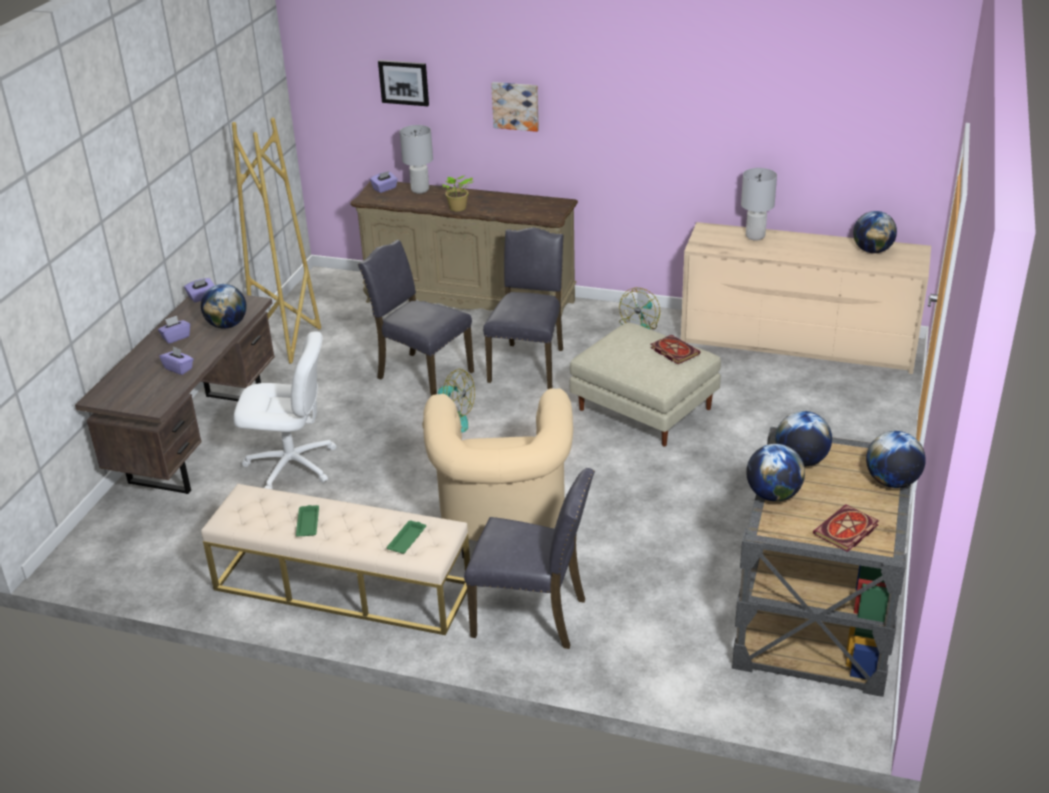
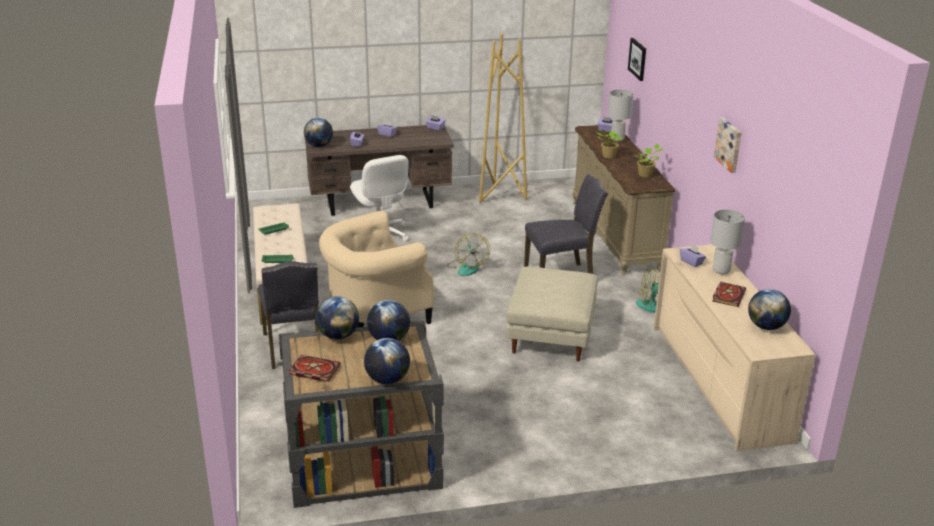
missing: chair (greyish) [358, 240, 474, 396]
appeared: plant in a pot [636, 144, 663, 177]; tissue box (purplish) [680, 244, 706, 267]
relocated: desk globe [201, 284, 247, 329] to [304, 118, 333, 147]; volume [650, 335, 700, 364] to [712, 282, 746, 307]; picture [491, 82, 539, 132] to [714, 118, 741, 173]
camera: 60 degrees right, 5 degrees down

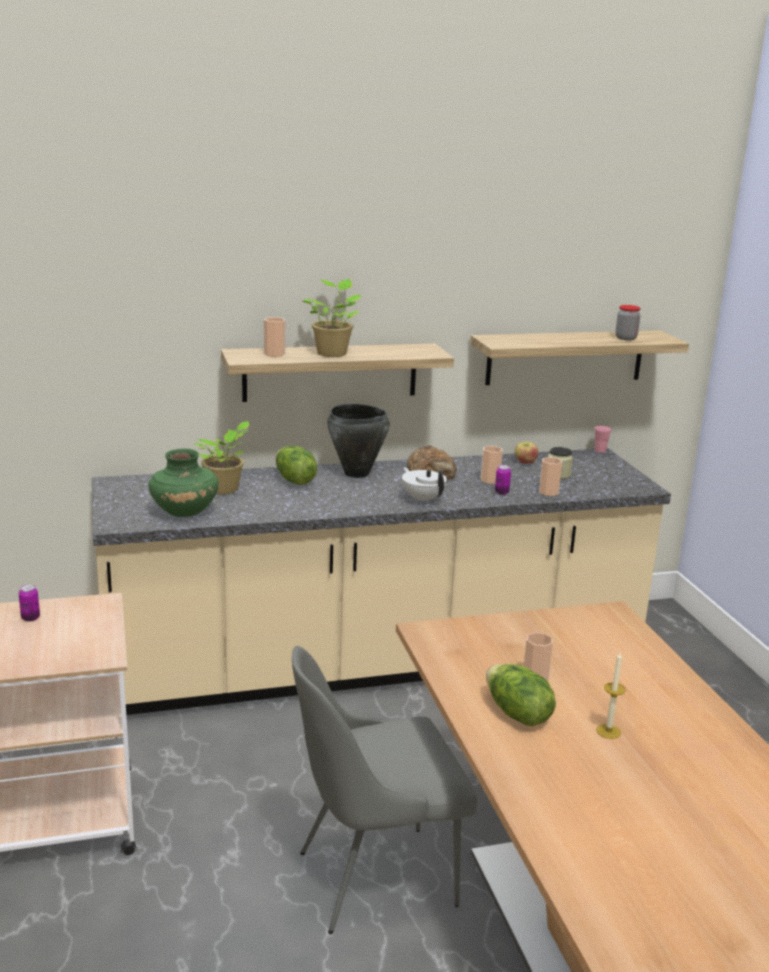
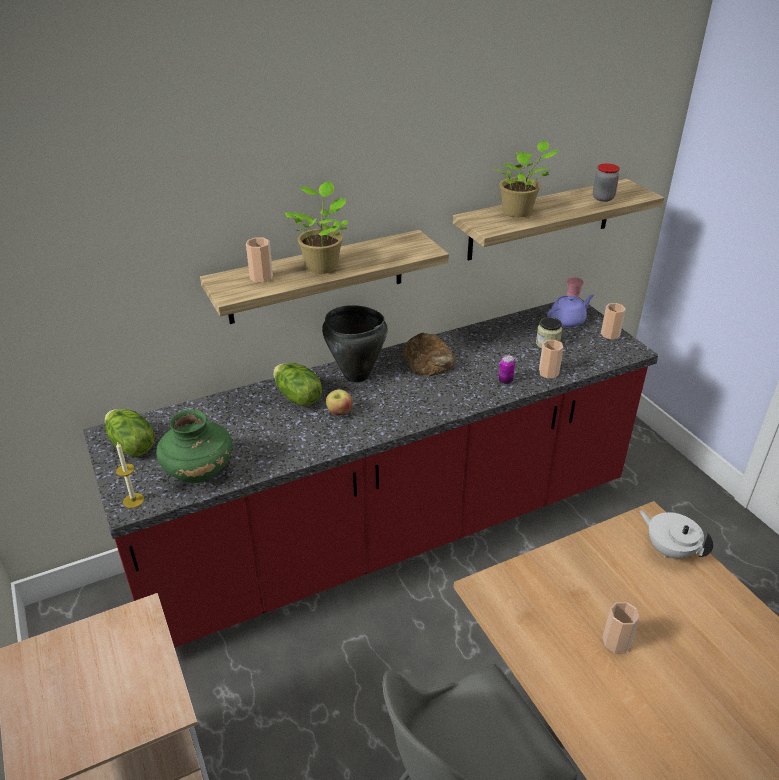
missing: sealed can [18, 584, 40, 621]
appeared: teapot (purplish) [547, 294, 594, 327]
relocated: lettuce [486, 664, 556, 726] to [105, 409, 155, 457]; wax light [596, 652, 626, 739] to [116, 442, 144, 508]; whole apple [515, 441, 538, 464] to [326, 389, 353, 415]; plant in a pot [193, 421, 249, 495] to [493, 141, 559, 217]; cup [481, 446, 503, 484] to [601, 303, 626, 339]; teapot (white-coloured) [402, 467, 447, 503] to [639, 510, 713, 559]
colour: kitchen base unit (beige) [92, 448, 671, 715] to kitchen base unit (red-coloured) [83, 298, 659, 648]
camera: 10 degrees left, 15 degrees up

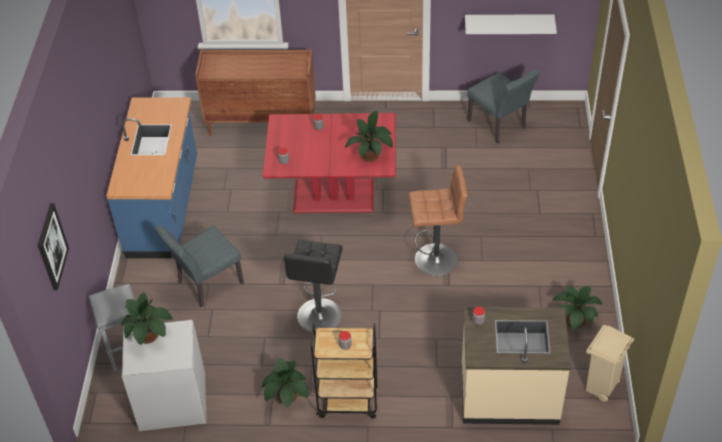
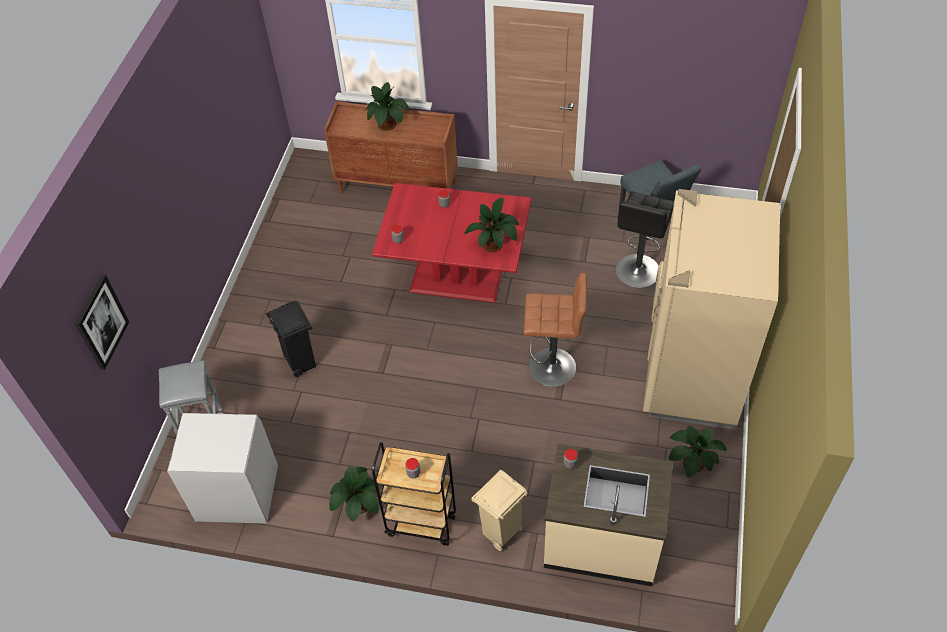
missing: kitchen base unit (bluish) [107, 97, 197, 258]; shelf (white-coloured) [465, 14, 557, 34]
appeared: refrigerator (beige) [643, 189, 780, 429]
relocated: plant in a pot [121, 293, 173, 345] to [366, 82, 410, 131]; trash can (beige) [586, 325, 634, 402] to [471, 470, 528, 551]; stool seat (black) [284, 240, 343, 333] to [616, 191, 674, 288]
exchanged: chair (greyish) [155, 225, 244, 308] to trash can (black) [266, 301, 316, 377]
camera: 10 degrees right, 5 degrees up

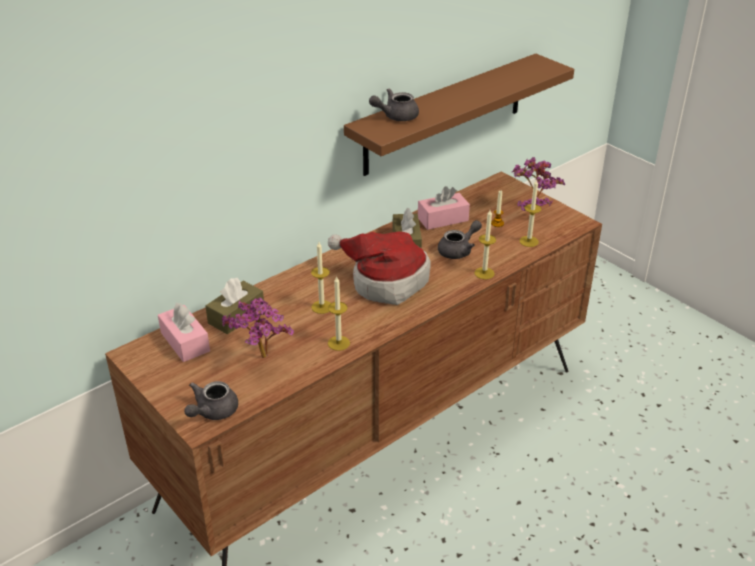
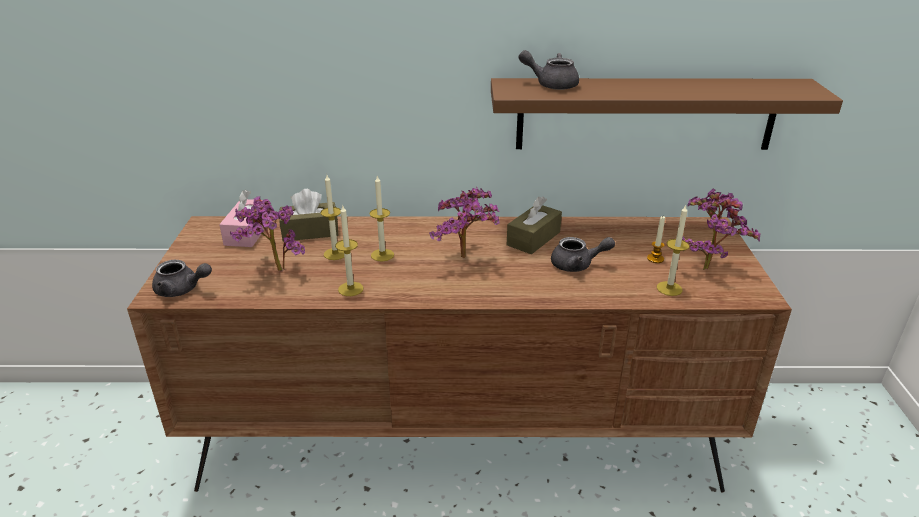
missing: tissue box (pinkish) [418, 186, 470, 230]
relocated: wax light [474, 210, 496, 279] to [321, 175, 344, 260]
exchanged: hat [328, 232, 431, 305] to plant in a pot [429, 187, 500, 258]
spun: teapot (greyish) [184, 381, 238, 420] = [152, 260, 212, 297] 150 degrees counterclockwise
camera: 40 degrees right, 5 degrees down

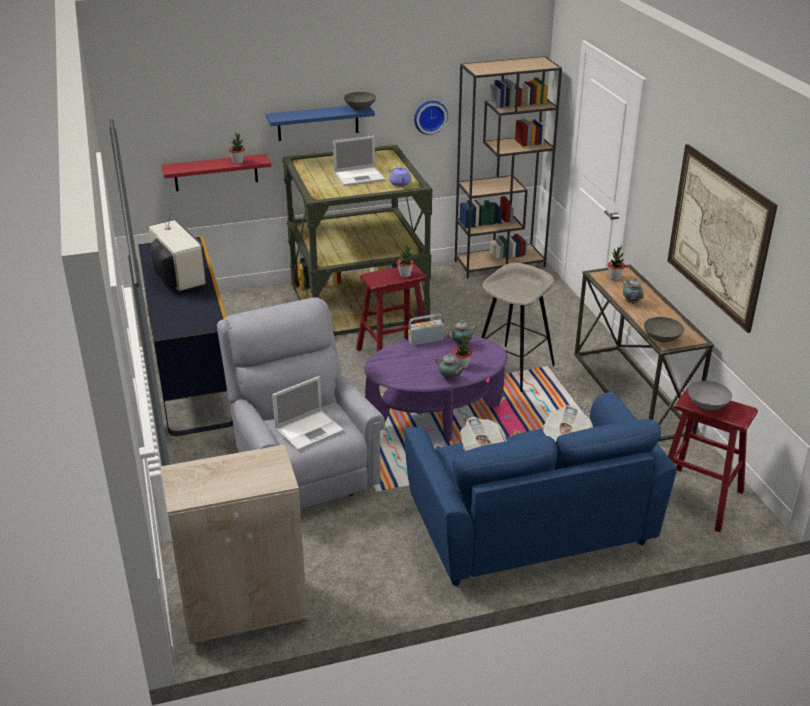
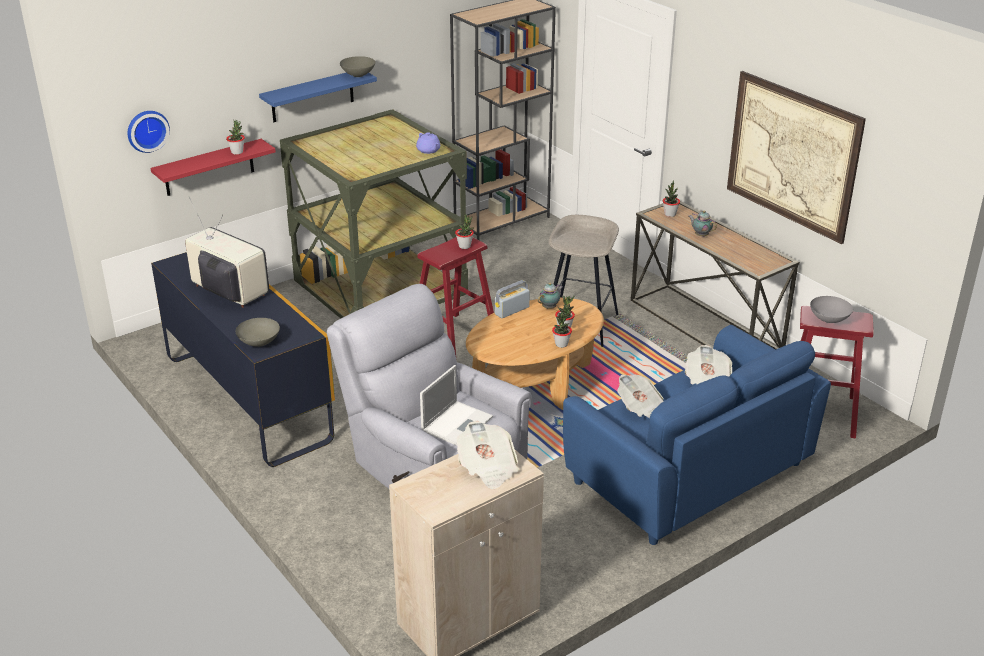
missing: portable computer [333, 136, 385, 186]
appeared: newspaper [456, 421, 519, 489]
relocated: hanging clock [414, 101, 448, 135] to [128, 111, 170, 153]; bowl (greyish) [644, 317, 684, 343] to [236, 318, 280, 347]
exchanged: teapot [436, 354, 465, 380] to plant in a pot [552, 312, 572, 348]
colour: low table (purplish) [364, 334, 508, 441] to low table (brown-coloured) [466, 298, 604, 410]
camera: 20 degrees left, 0 degrees up

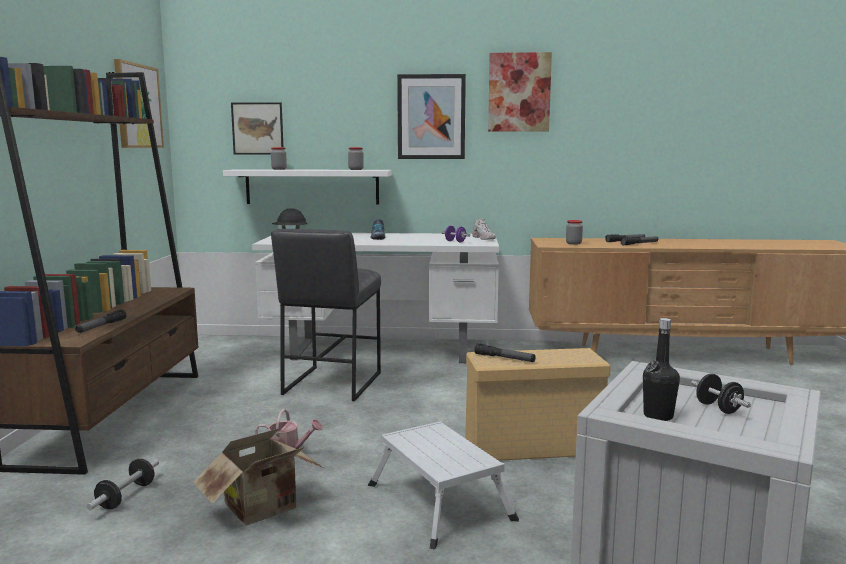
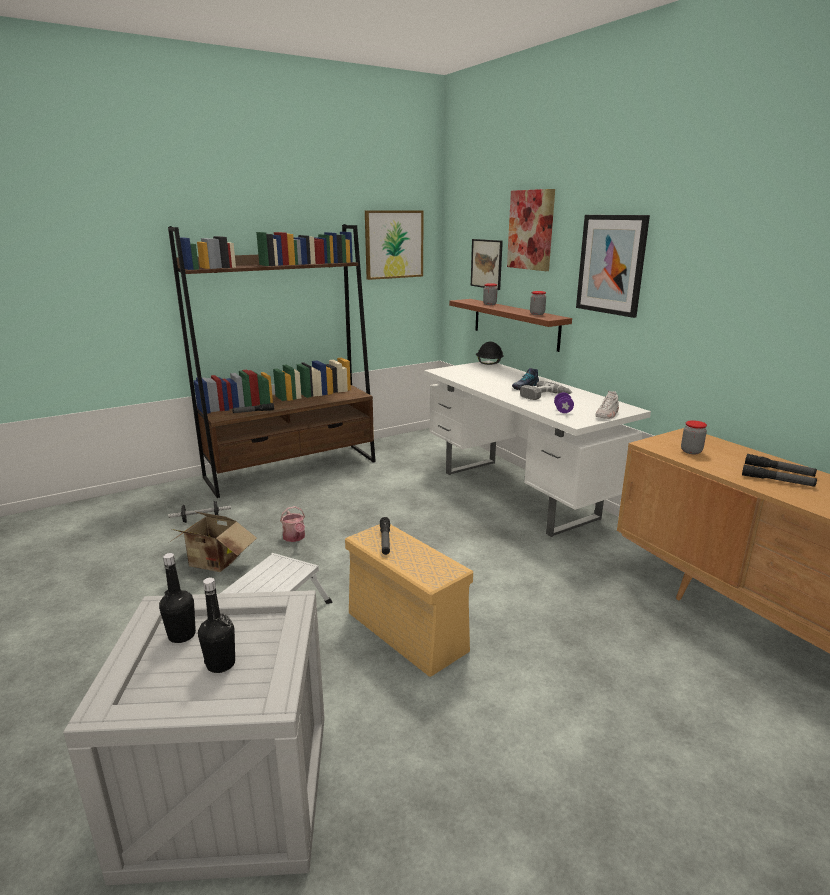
missing: stool seat (greyish) [271, 229, 381, 401]
appeared: drill [520, 381, 572, 400]
relocated: picture [488, 52, 552, 132] to [507, 189, 555, 271]
exchanged: dumbbell (black) [691, 374, 751, 414] to drink bottle (black) [198, 577, 235, 673]
colour: shelf (white-coloured) [223, 169, 392, 205] to shelf (brown-coloured) [449, 299, 572, 352]
camera: 55 degrees right, 10 degrees up

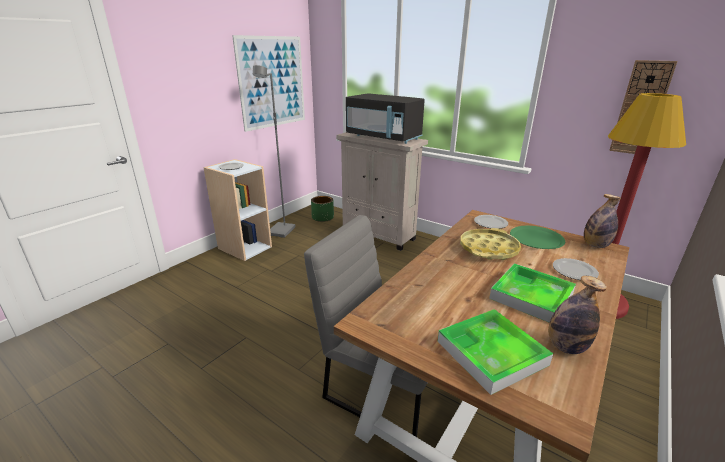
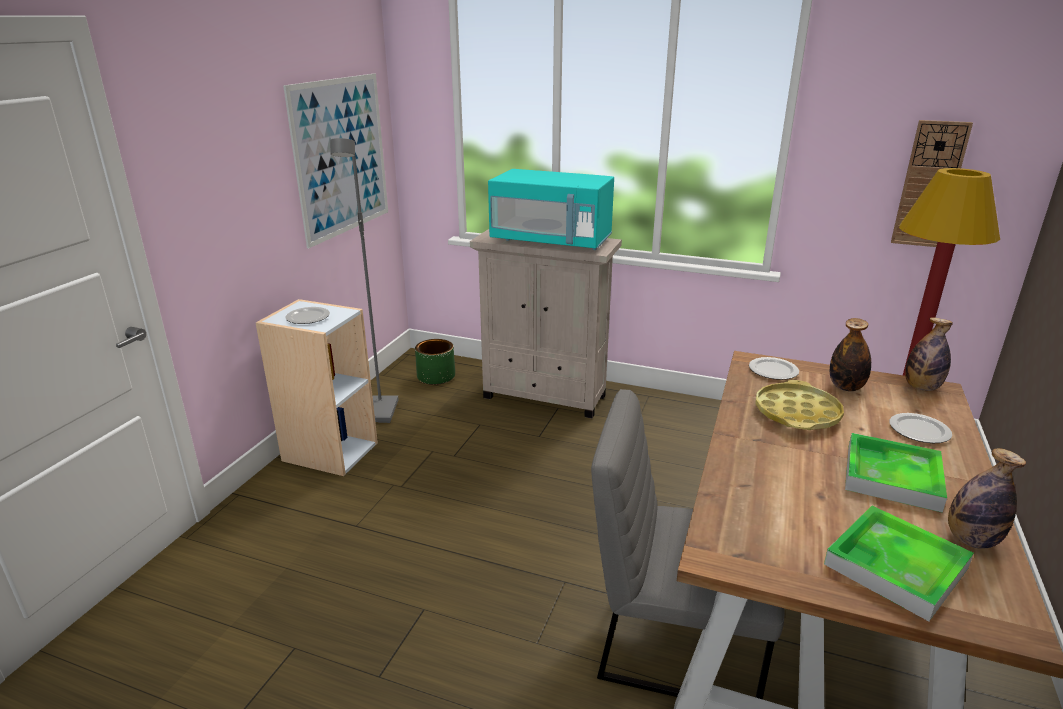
exchanged: plate (green-coloured) [510, 226, 565, 249] to drink bottle [830, 318, 871, 391]
colour: microwave (black) [346, 93, 425, 144] to microwave (turquoise) [488, 169, 614, 250]
camera: 15 degrees left, 0 degrees up

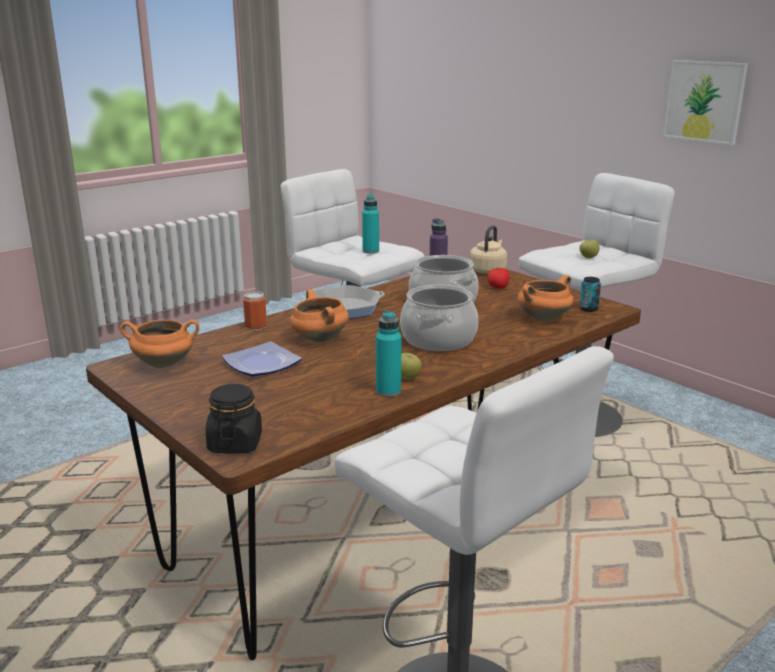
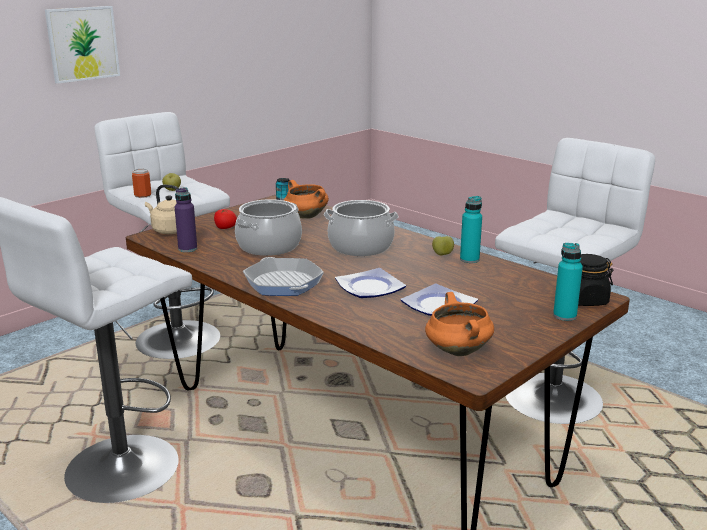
relocated: sealed can [243, 292, 267, 330] to [132, 168, 151, 198]; drink bottle (turquoise) [362, 194, 379, 254] to [553, 243, 583, 321]
exchanged: stockpot (orange) [290, 289, 349, 342] to plate [335, 268, 406, 298]
camera: 95 degrees left, 0 degrees up

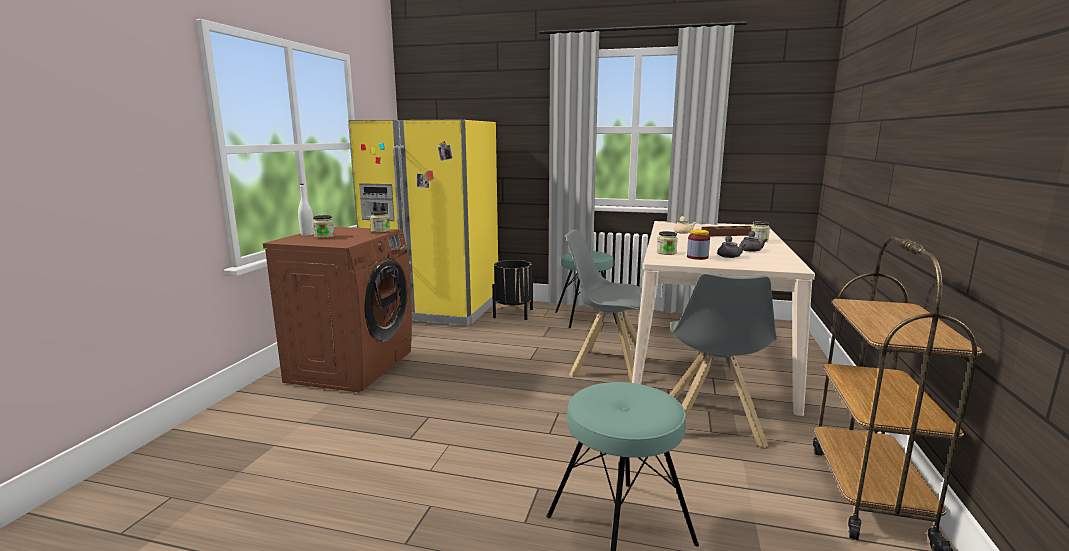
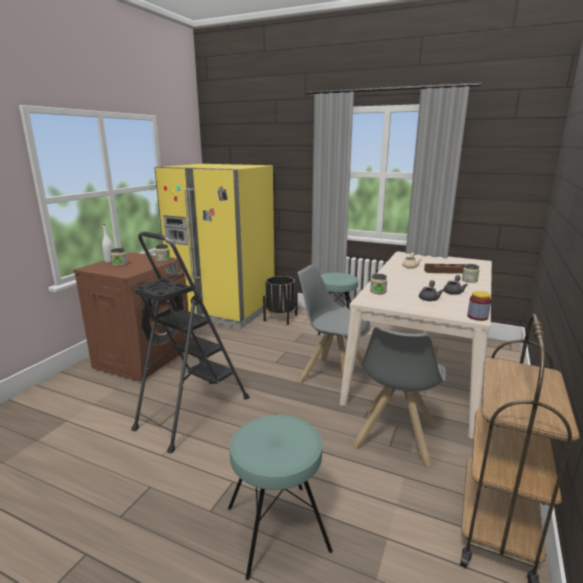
appeared: step ladder [131, 232, 250, 454]
relocated: preserve jar [687, 230, 710, 260] to [467, 291, 491, 321]
camera: 10 degrees right, 5 degrees up

